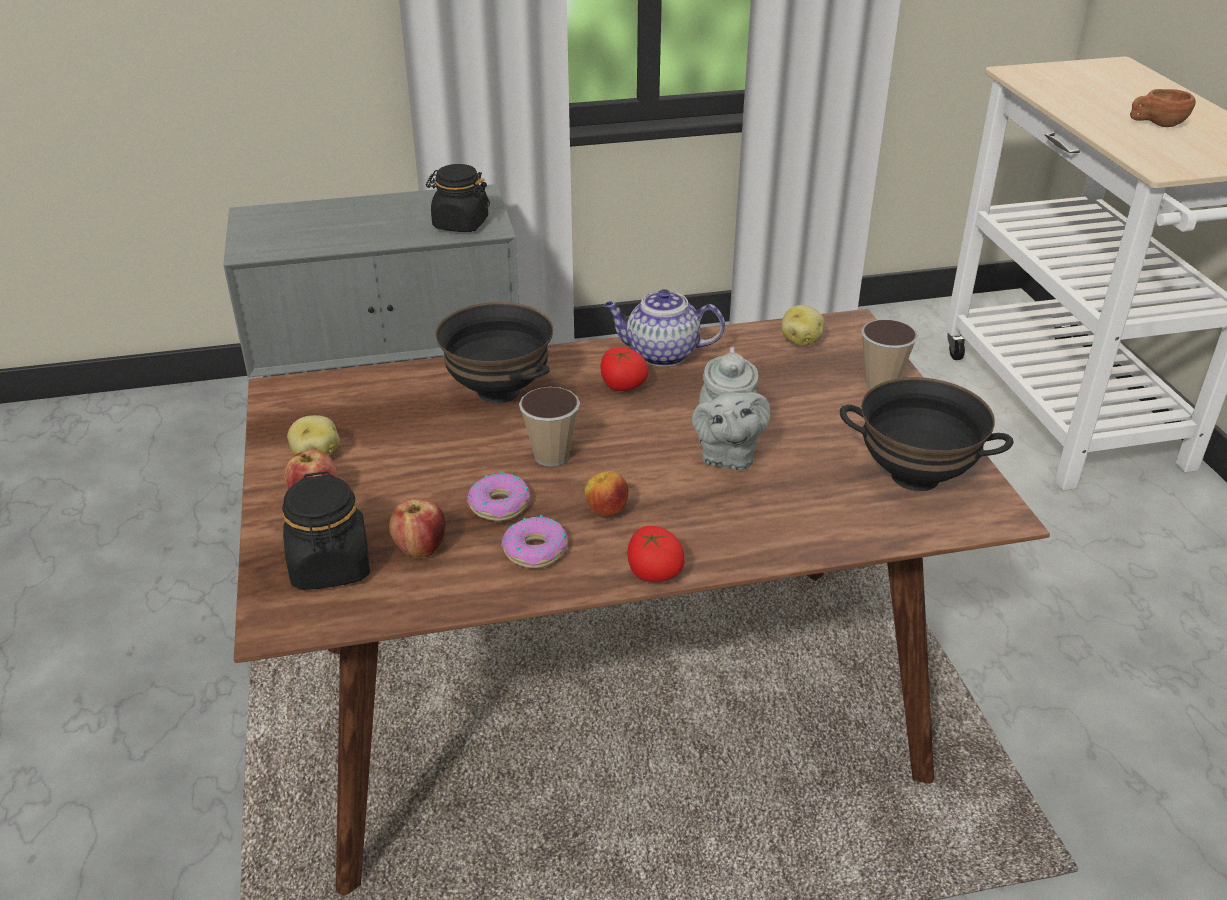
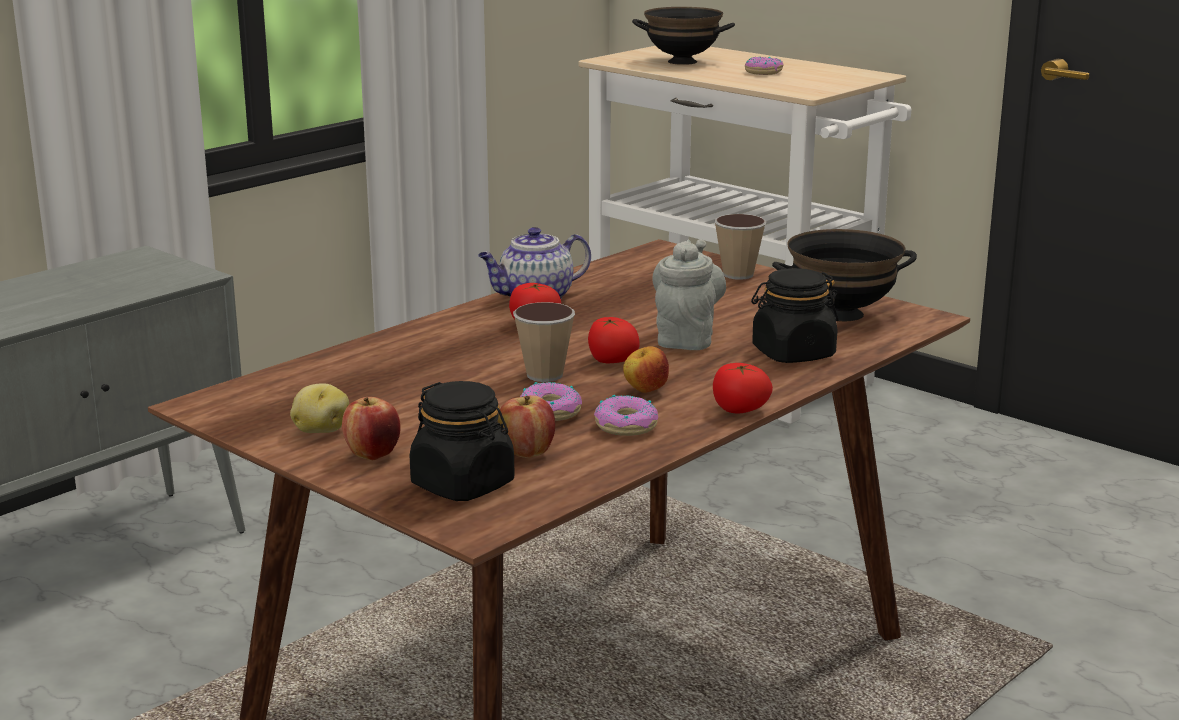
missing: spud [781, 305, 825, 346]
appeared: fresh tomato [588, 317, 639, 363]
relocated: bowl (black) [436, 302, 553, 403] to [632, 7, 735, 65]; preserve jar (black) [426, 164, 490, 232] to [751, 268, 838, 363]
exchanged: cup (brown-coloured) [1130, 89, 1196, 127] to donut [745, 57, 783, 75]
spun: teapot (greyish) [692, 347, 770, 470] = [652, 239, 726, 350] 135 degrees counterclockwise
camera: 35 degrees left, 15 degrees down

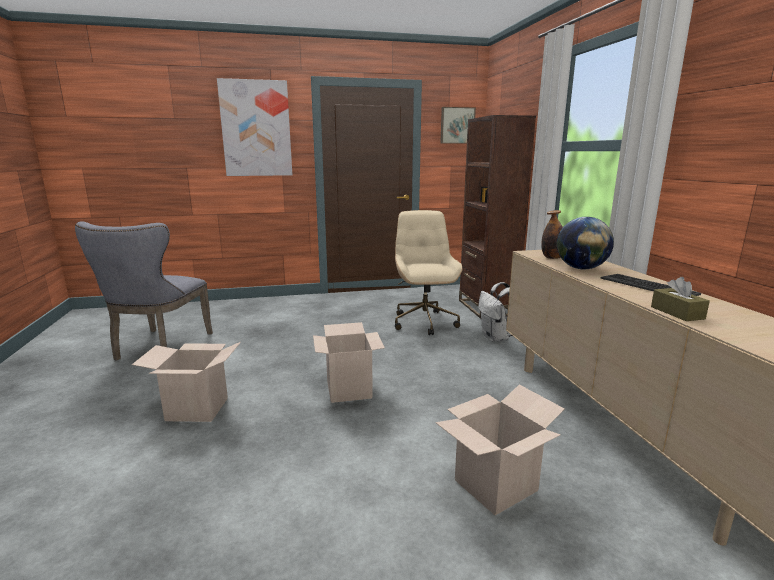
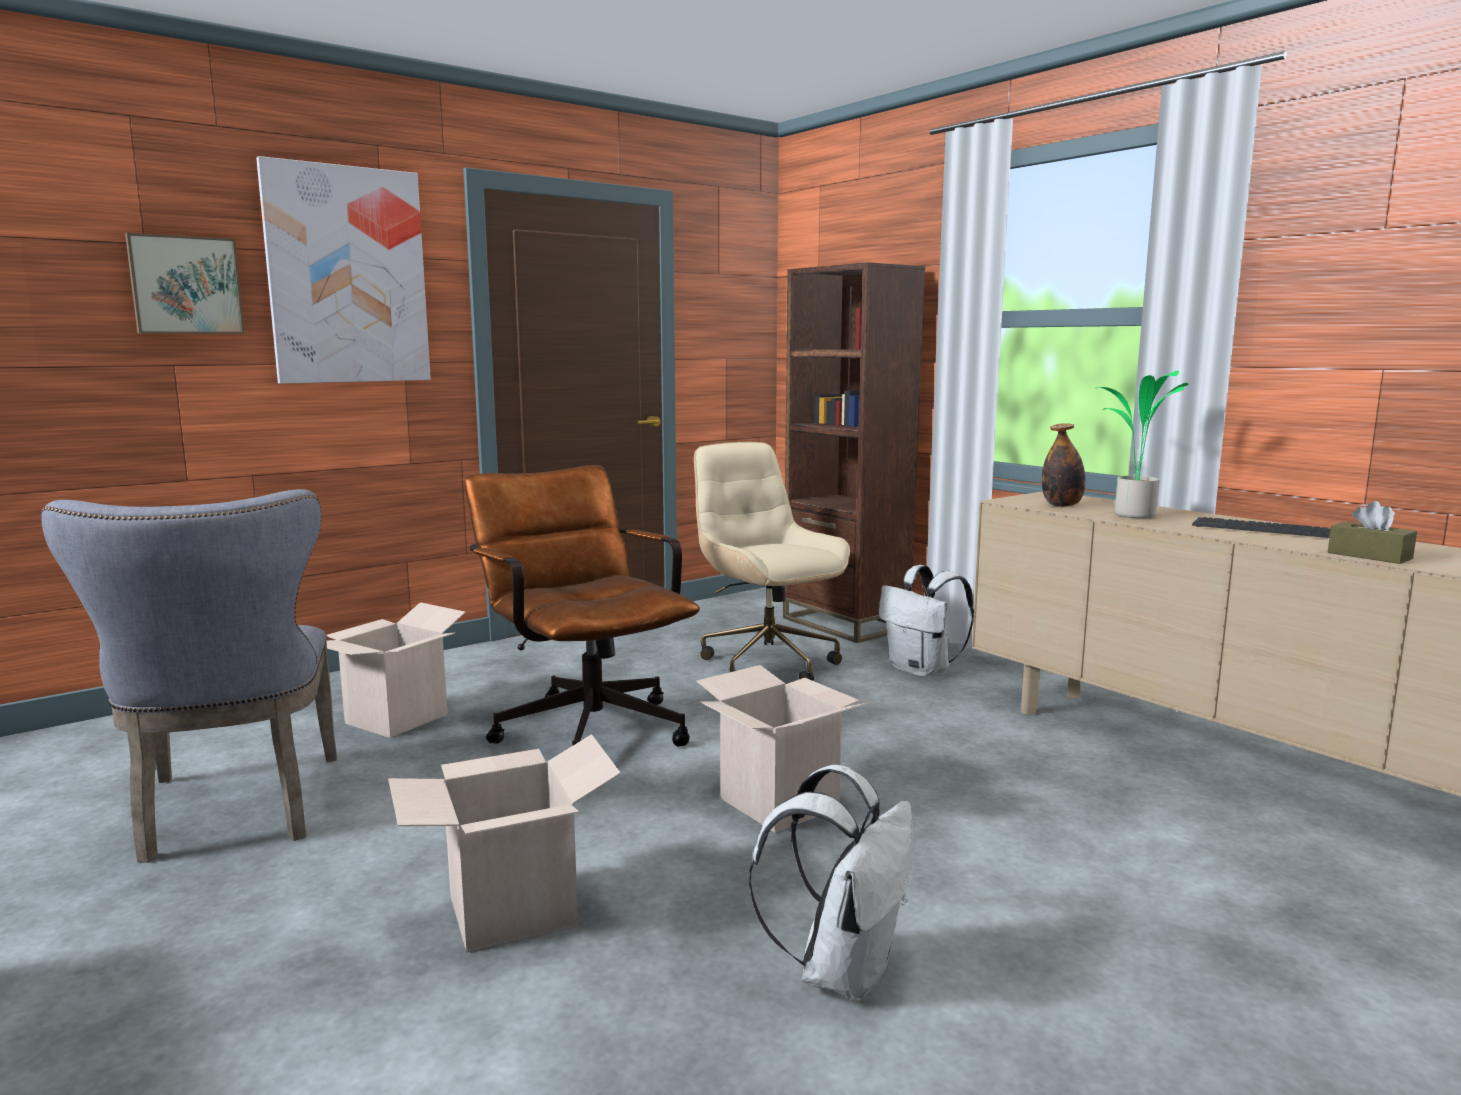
appeared: computer chair (brown-coloured) [464, 465, 700, 746]; backpack (white-coloured) [749, 765, 913, 1001]
relocated: picture [440, 107, 476, 144] to [125, 233, 245, 334]; cardboard box [436, 384, 565, 516] to [326, 602, 465, 738]
exchanged: desk globe [557, 217, 614, 269] to plant in a pot [1096, 371, 1189, 518]
camera: 25 degrees left, 5 degrees down

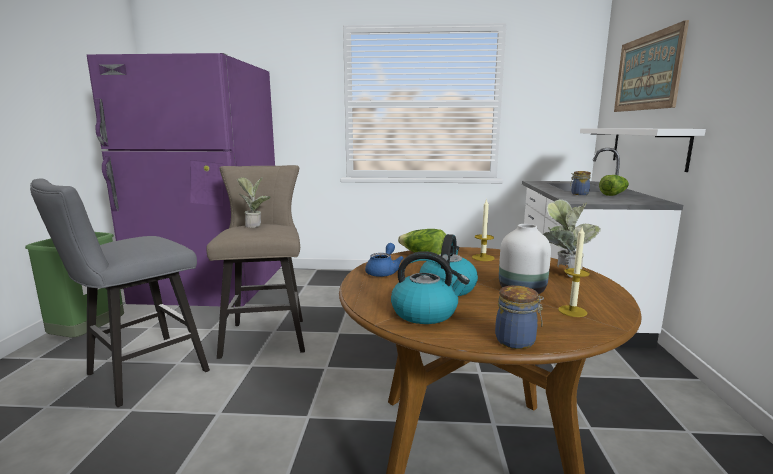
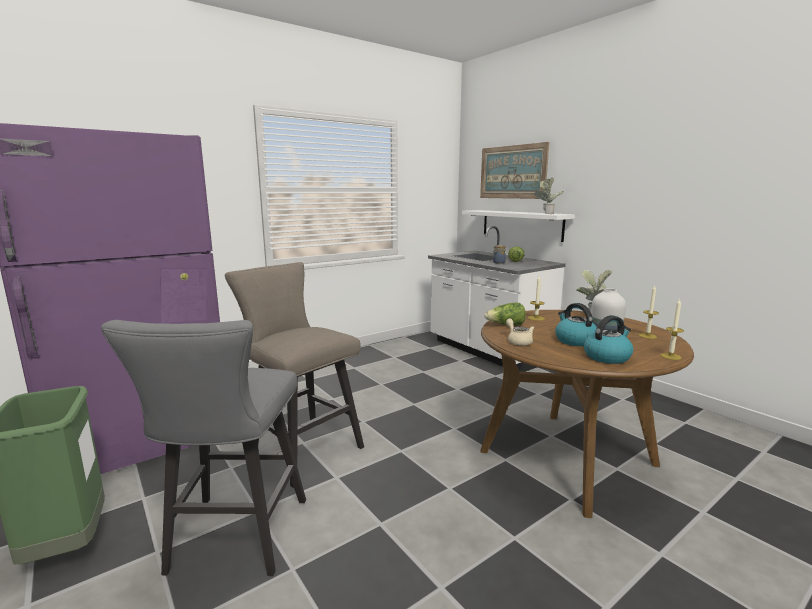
relocated: plant in a pot [237, 177, 271, 228] to [534, 178, 564, 214]
exchanged: preserve jar [495, 285, 544, 349] to wax light [660, 299, 684, 360]
colour: teapot (bluish) [365, 243, 404, 277] to teapot (beige) [506, 319, 535, 346]
camera: 40 degrees left, 0 degrees up

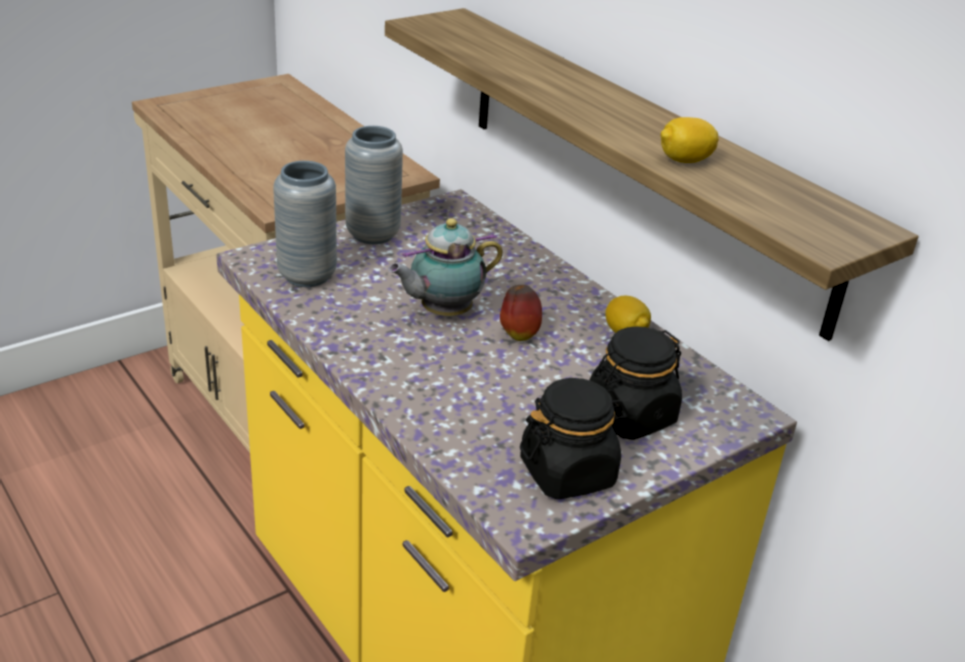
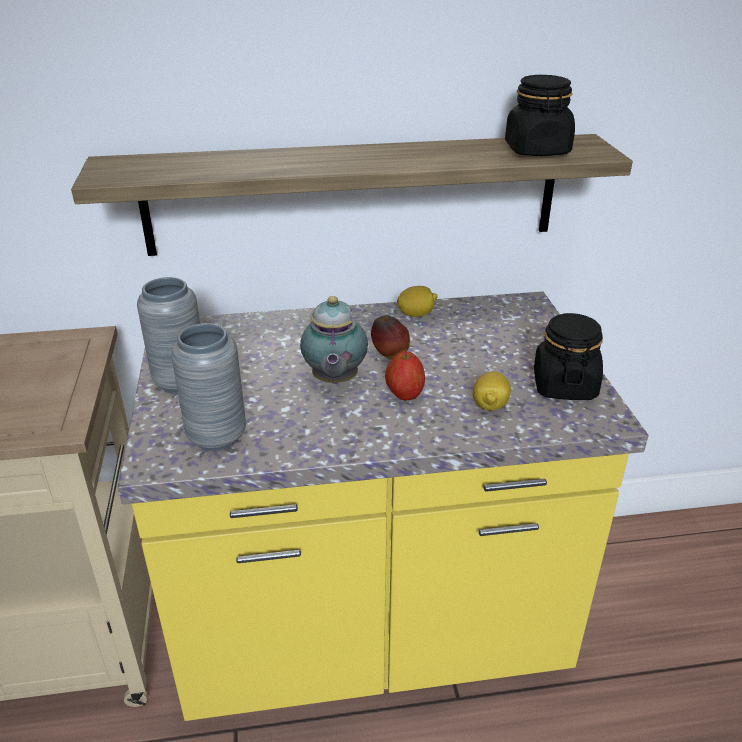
appeared: whole apple [385, 351, 425, 401]
relocated: lemon [661, 117, 719, 163] to [473, 372, 511, 411]; preserve jar (black) [589, 326, 682, 440] to [505, 75, 575, 156]
camera: 60 degrees left, 0 degrees up

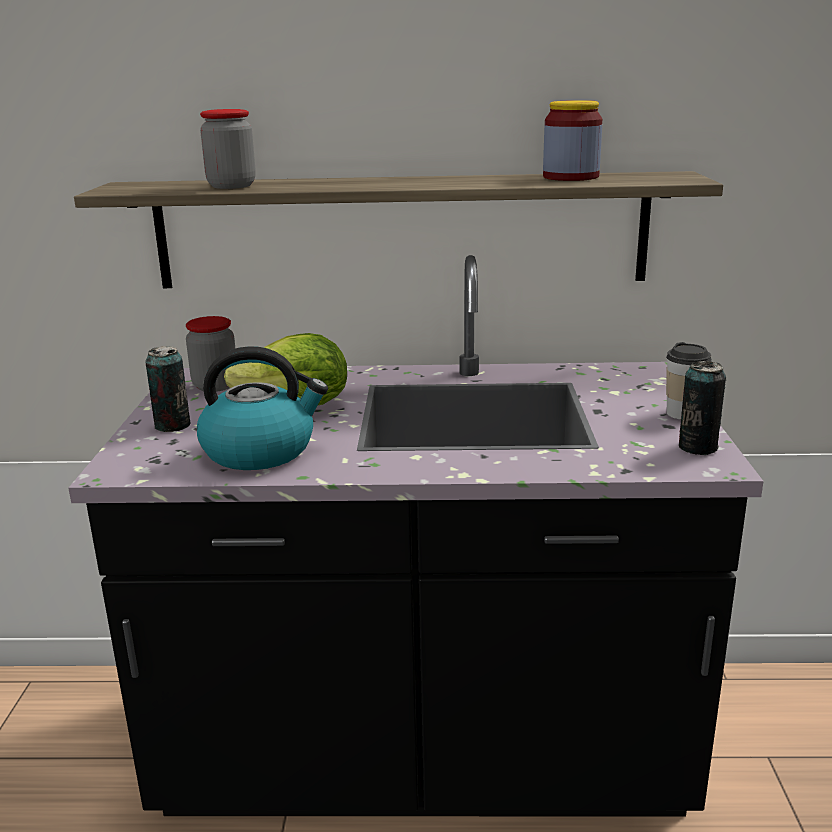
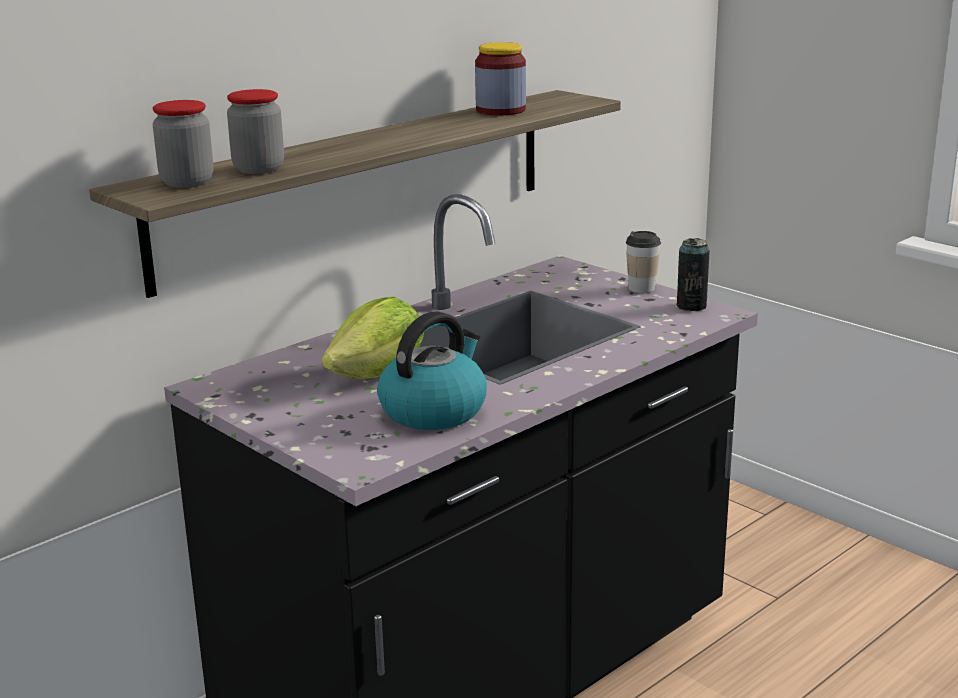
missing: sealed can [145, 346, 190, 432]
relocated: preserve jar [186, 316, 235, 392] to [153, 100, 213, 188]
camera: 45 degrees left, 0 degrees up

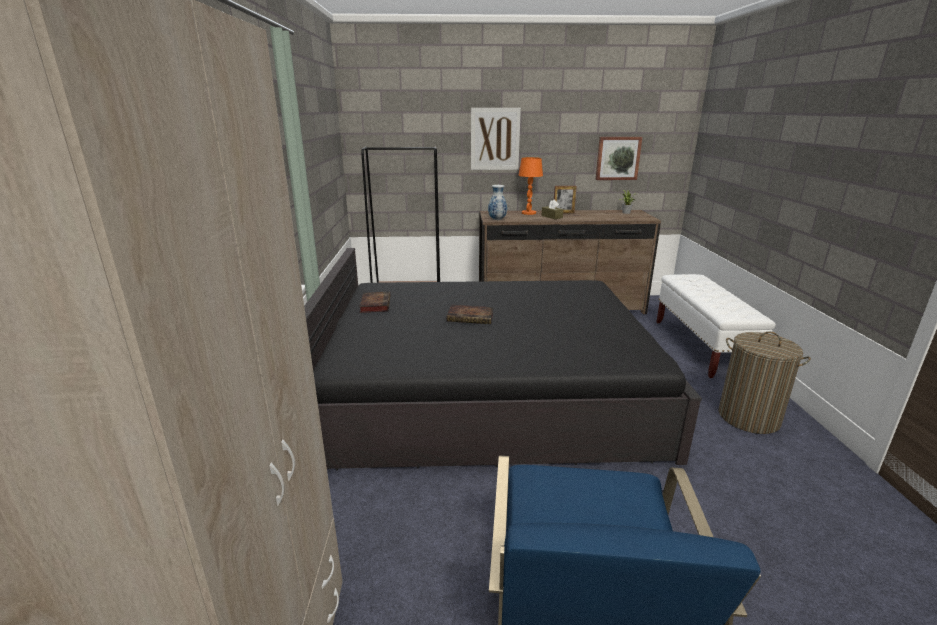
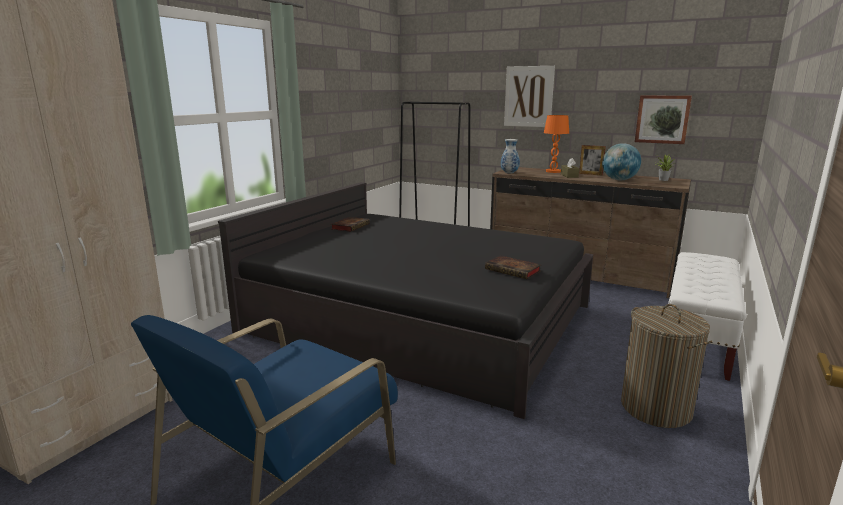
appeared: desk globe [602, 143, 641, 180]
relocated: volume [447, 305, 494, 324] to [485, 255, 541, 279]
camera: 30 degrees right, 5 degrees down

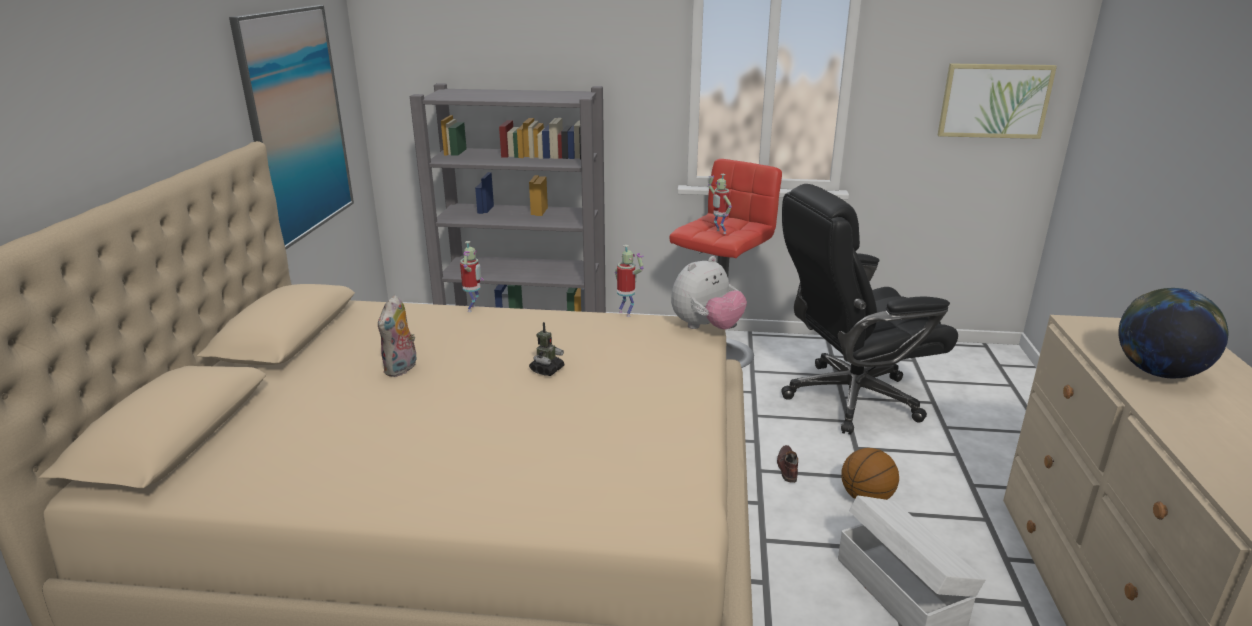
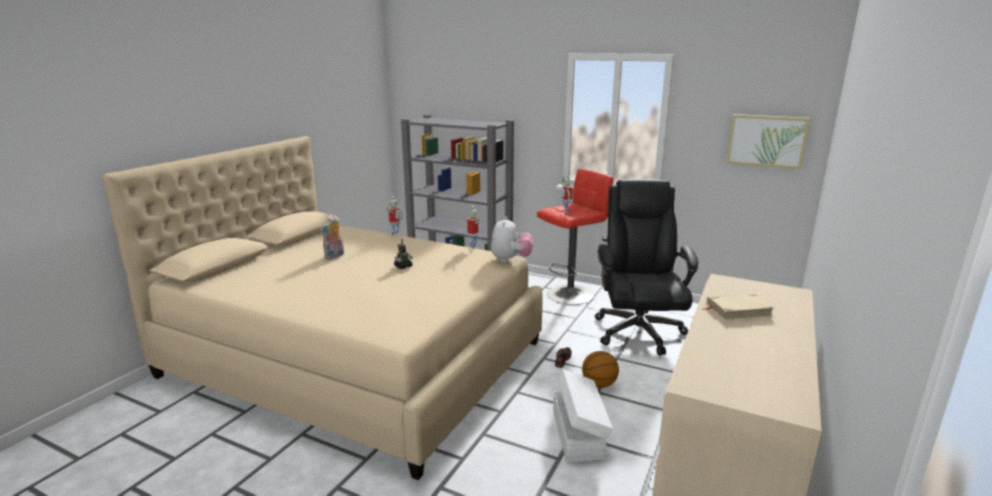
missing: picture [229, 5, 354, 249]
exchanged: desk globe [1118, 288, 1229, 378] to volume (beige) [702, 293, 775, 320]
spun: soft toy [671, 256, 747, 330] = [491, 216, 533, 263] 60 degrees counterclockwise; computer chair (black) [781, 184, 958, 435] = [595, 179, 698, 355] 90 degrees clockwise
camera: 20 degrees right, 5 degrees down

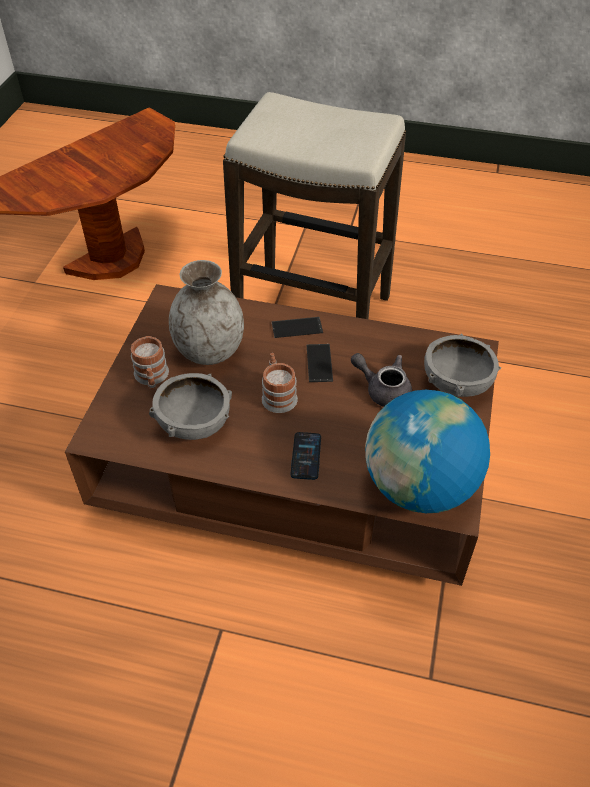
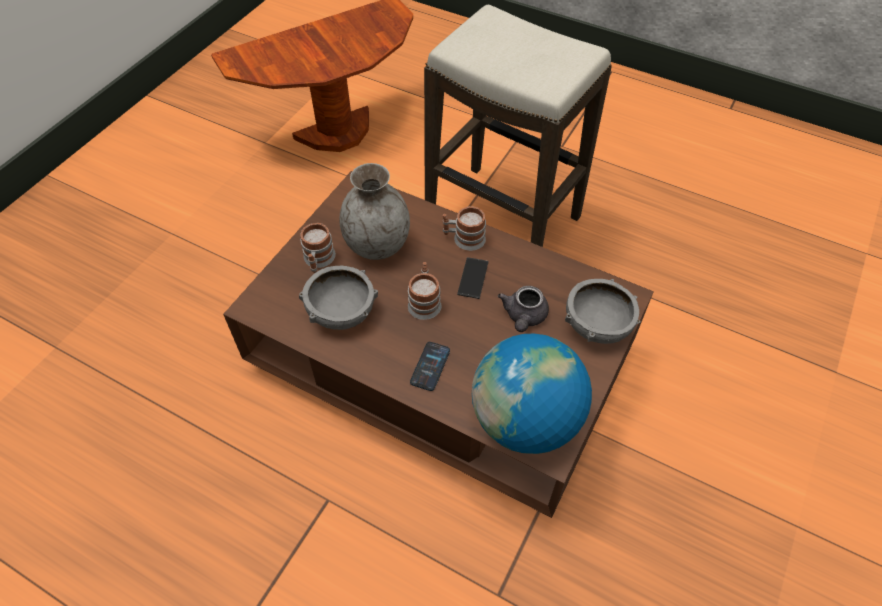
exchanged: phone [272, 317, 323, 338] to mug [443, 206, 486, 251]
spun: teapot (greyish) [351, 353, 412, 407] = [498, 286, 549, 332] 120 degrees counterclockwise
camera: 15 degrees right, 5 degrees up

